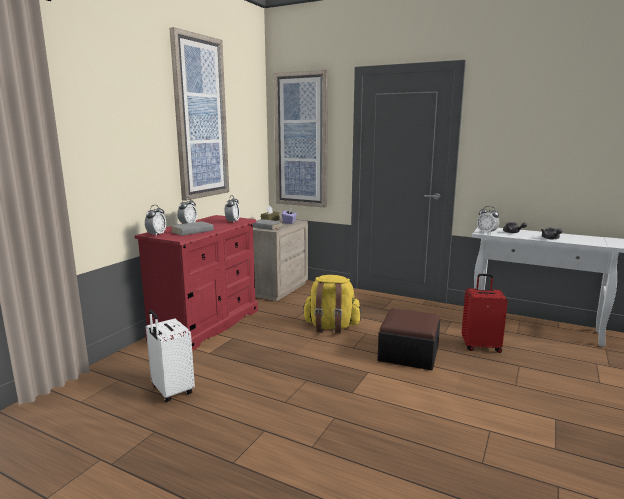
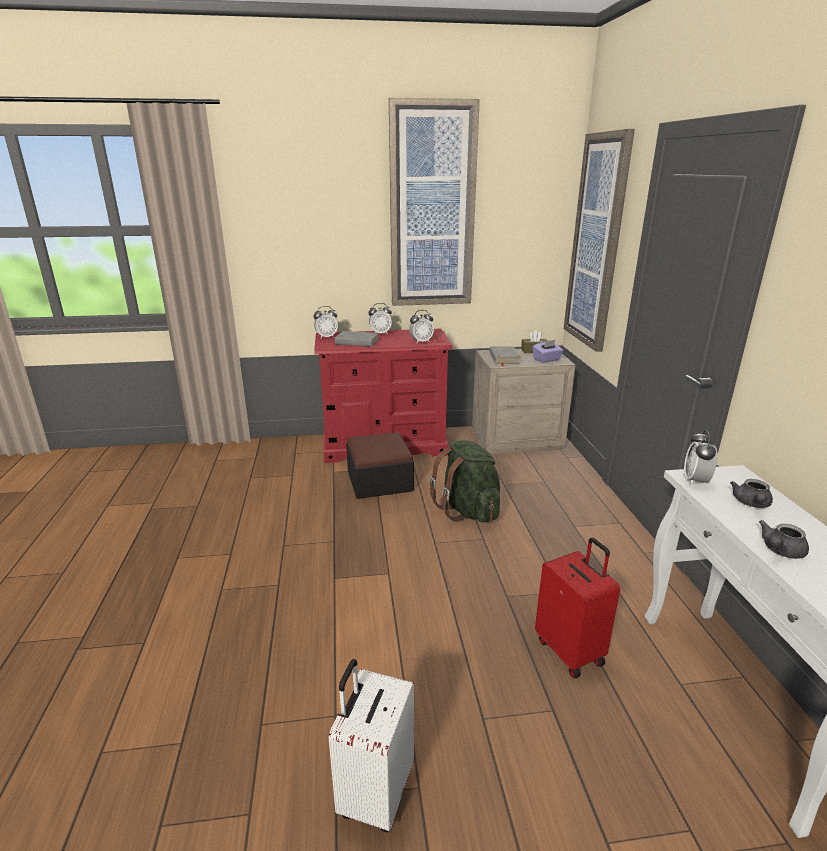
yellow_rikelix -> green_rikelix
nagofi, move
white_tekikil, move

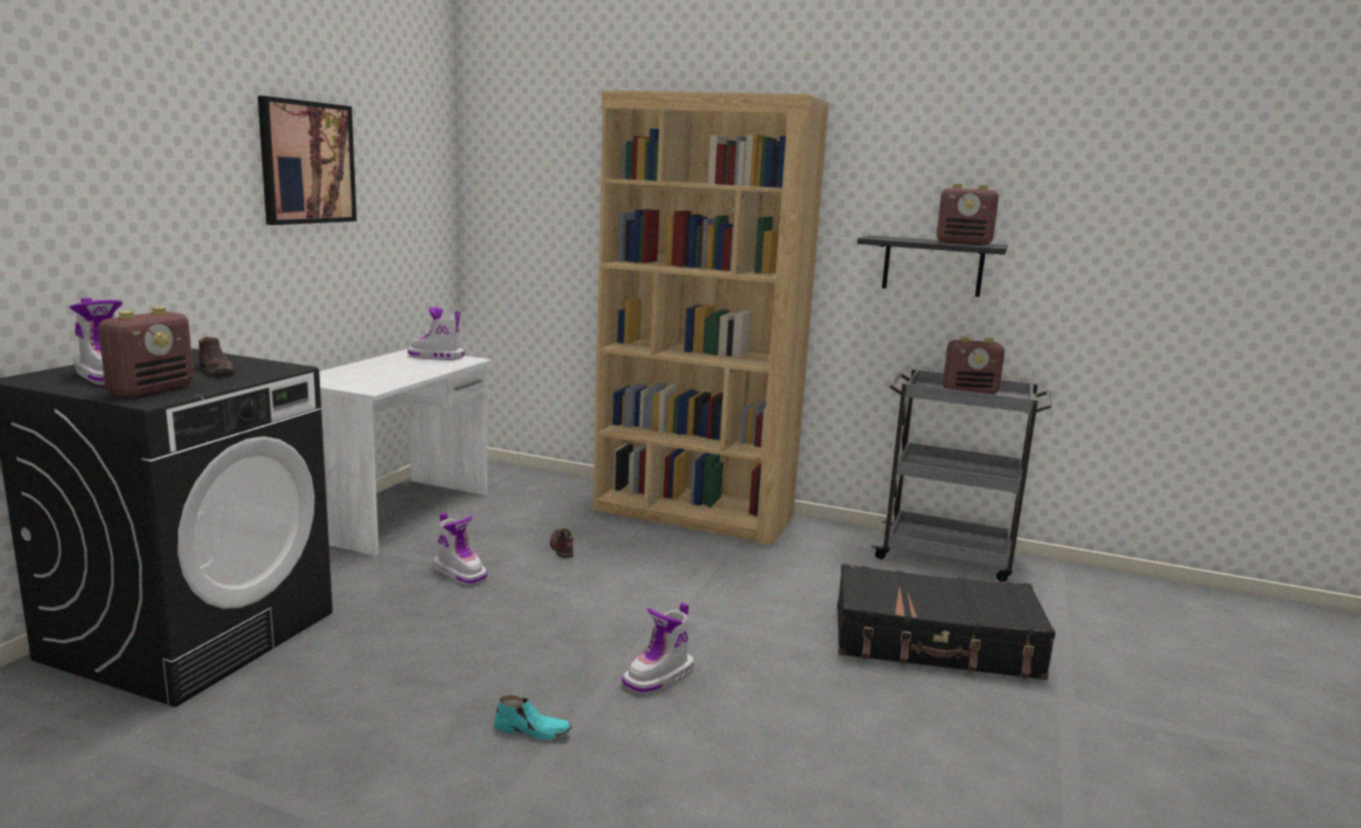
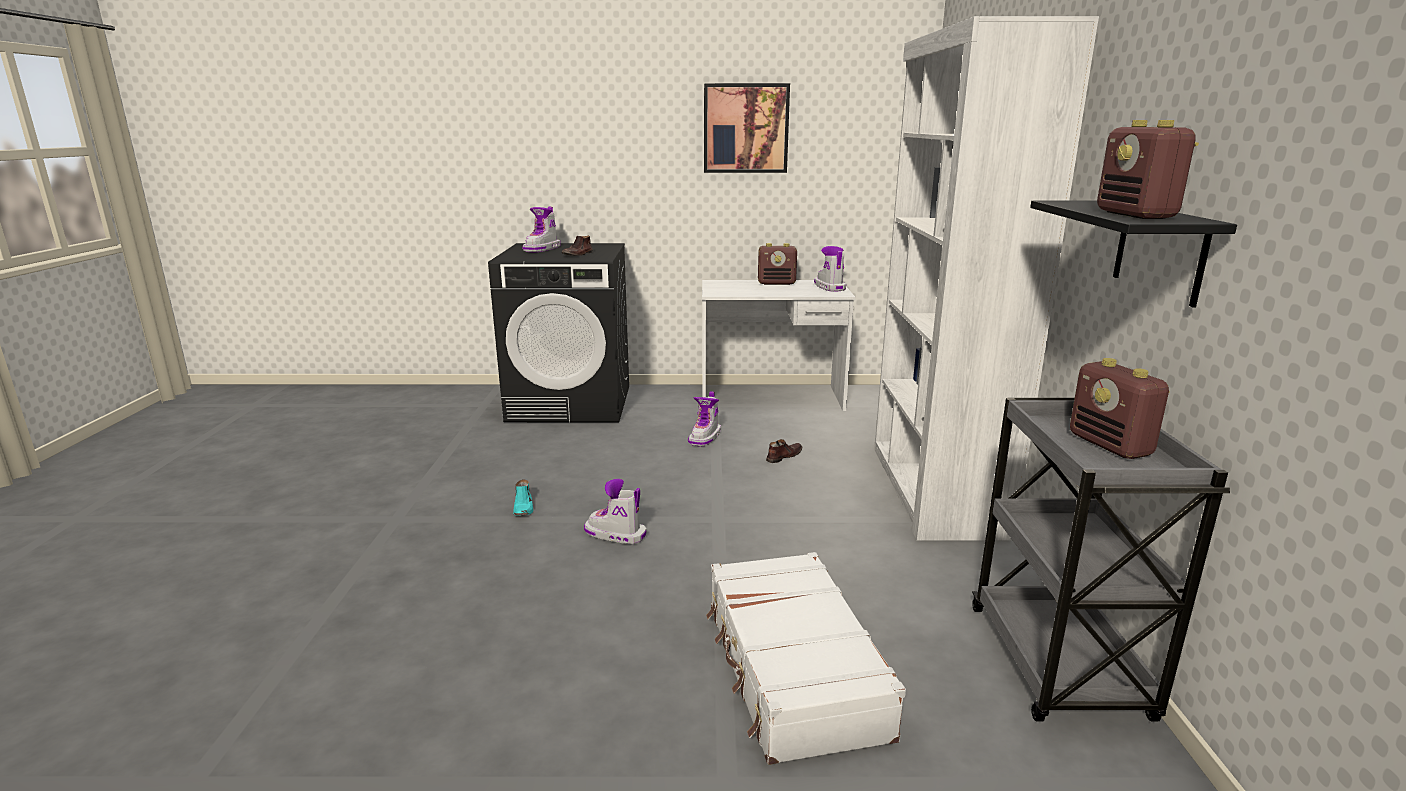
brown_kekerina -> white_kekerina
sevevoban (1st from left), move
black_tekikil -> white_tekikil

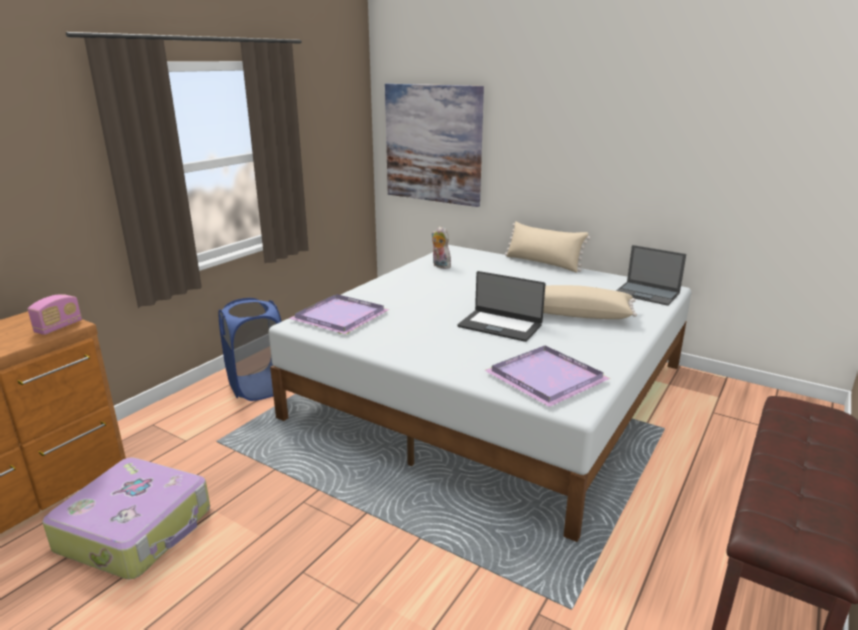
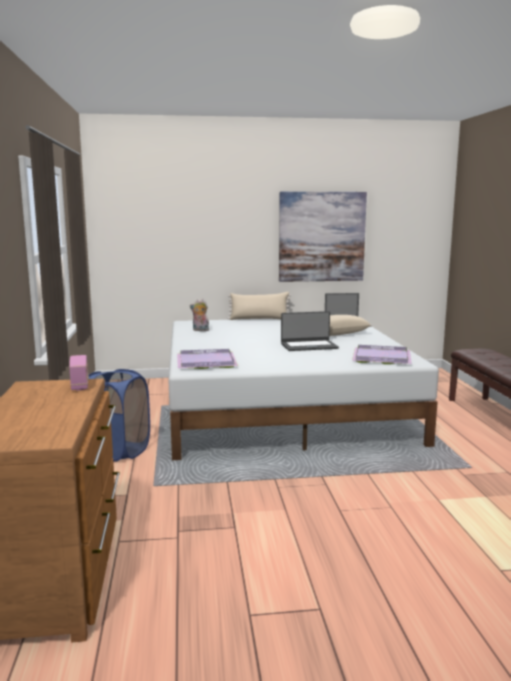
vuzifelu, move
tekikil -> none

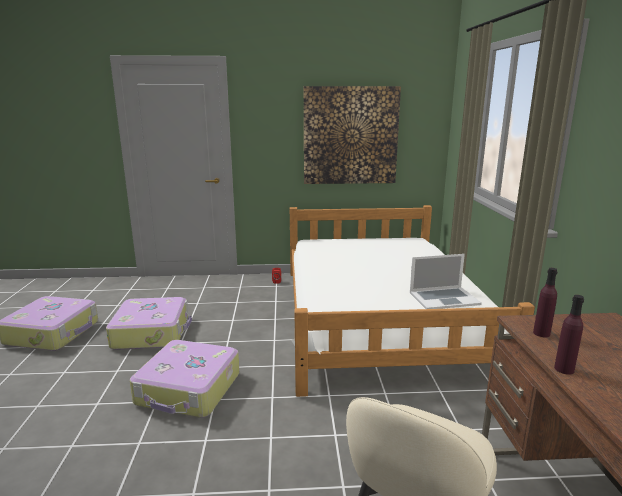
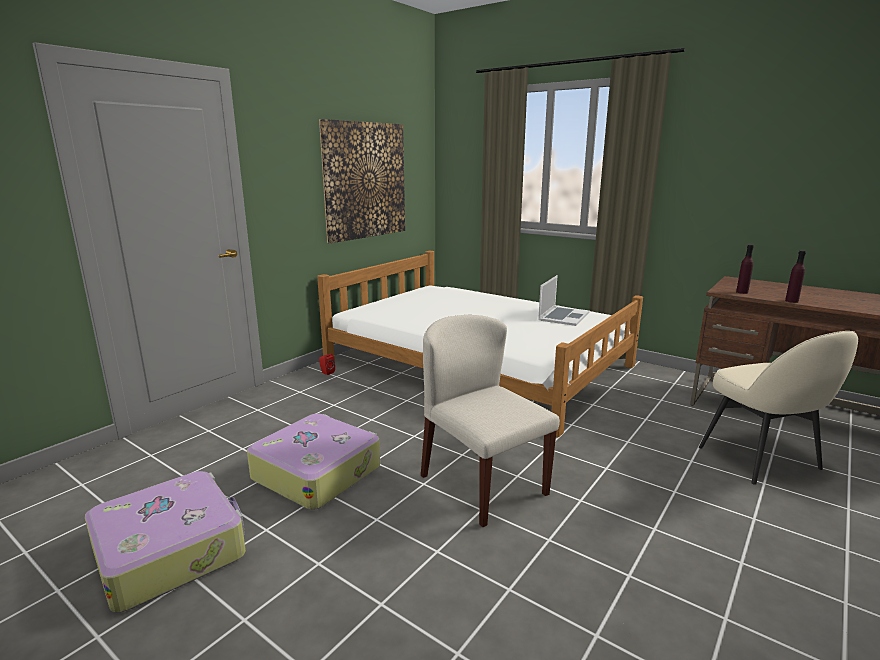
tekikil (3rd from left) -> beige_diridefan (1st from left)

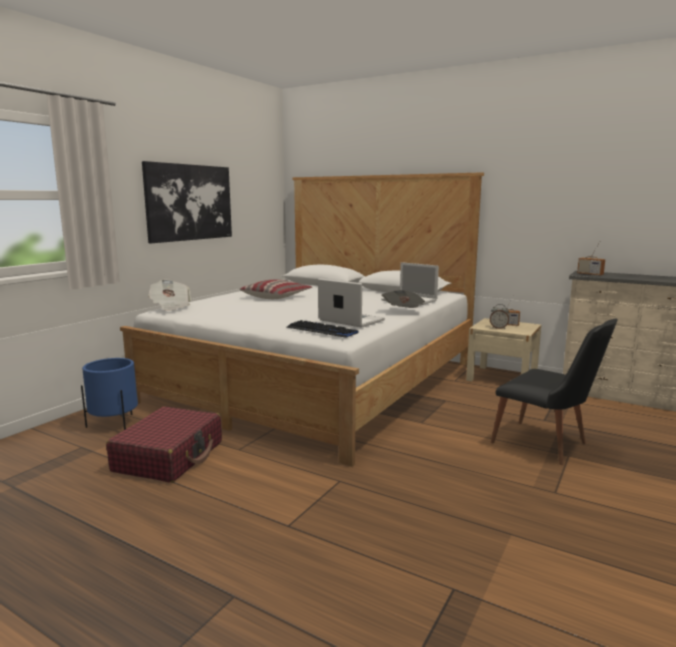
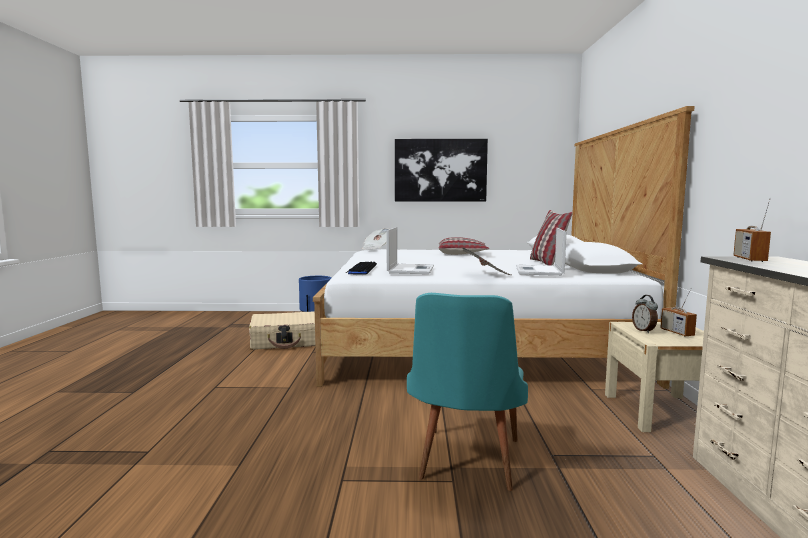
black_diridefan -> turquoise_diridefan
red_tekikil -> beige_tekikil
none -> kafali (2nd from left)

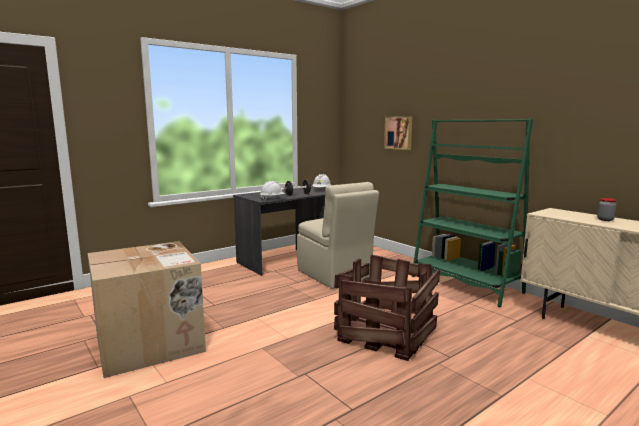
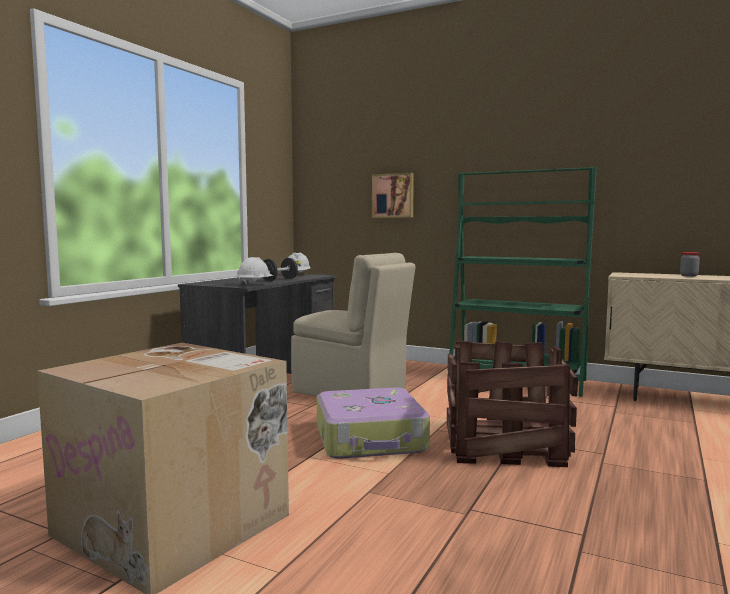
none -> tekikil

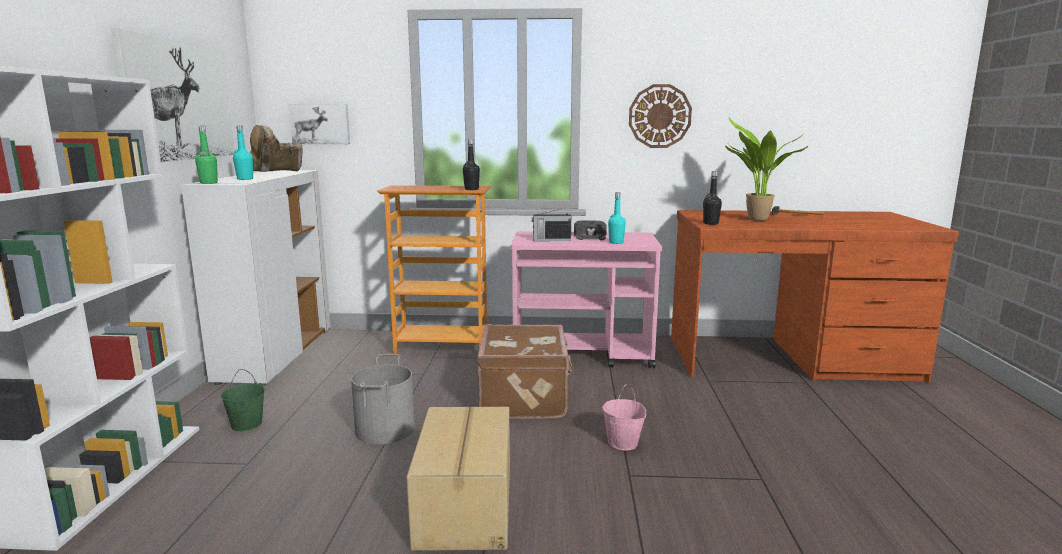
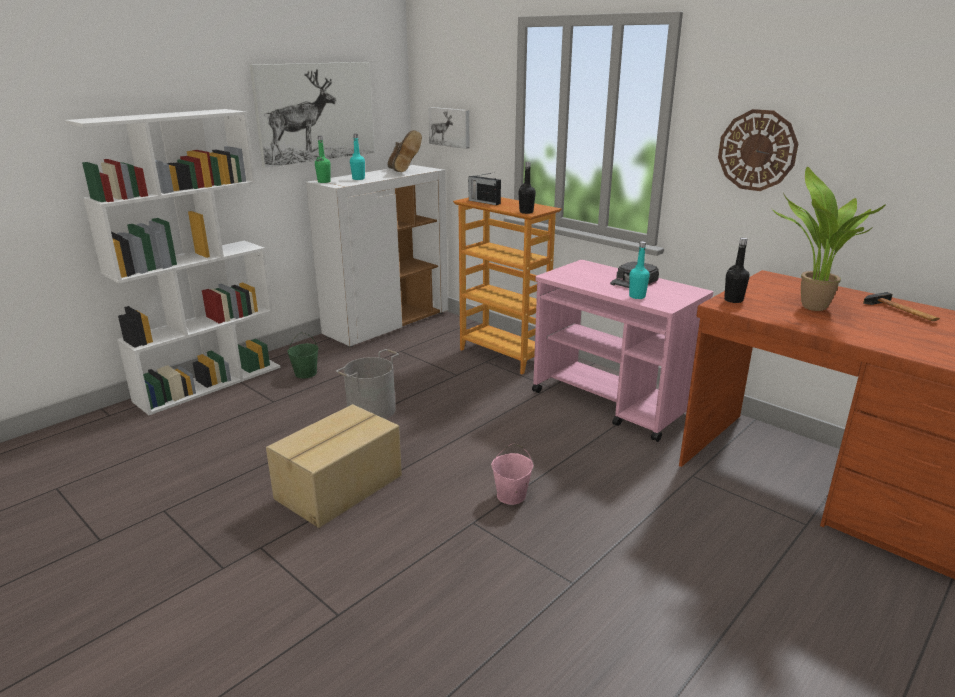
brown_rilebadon, 105 degrees counterclockwise
sevevoban, move
brown_tekikil -> none

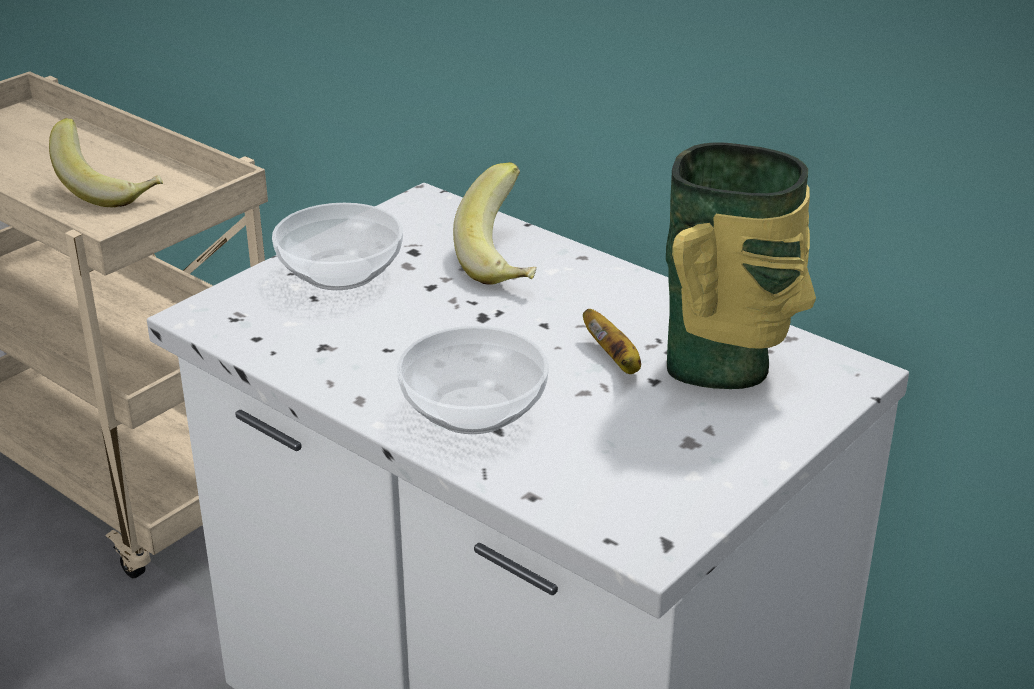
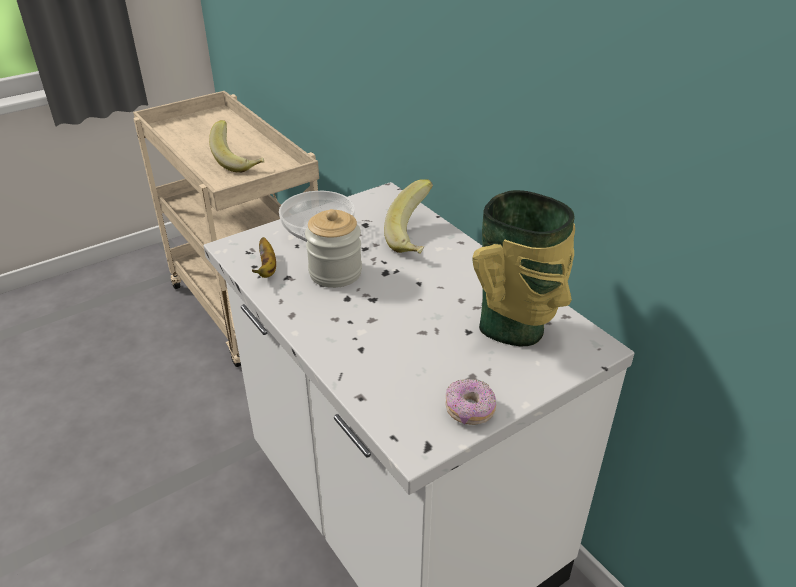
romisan (3rd from left in the first image) -> romisan (2nd from left), move
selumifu (2nd from left) -> none
none -> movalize
none -> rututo

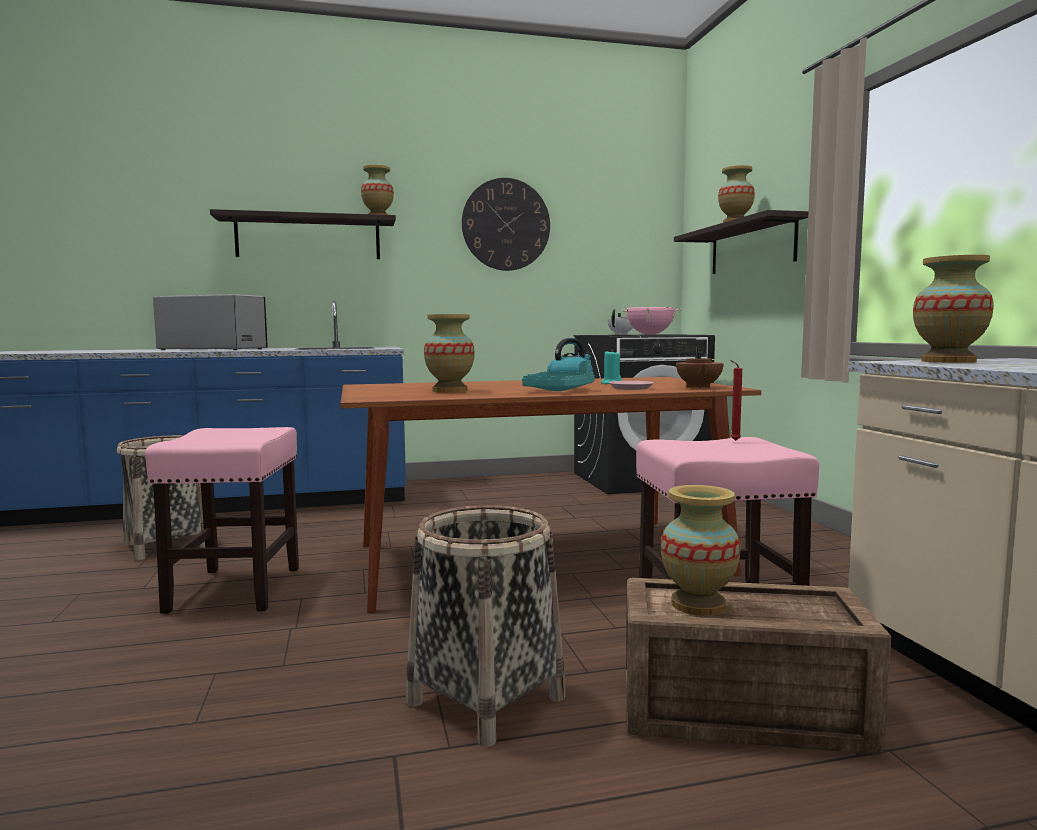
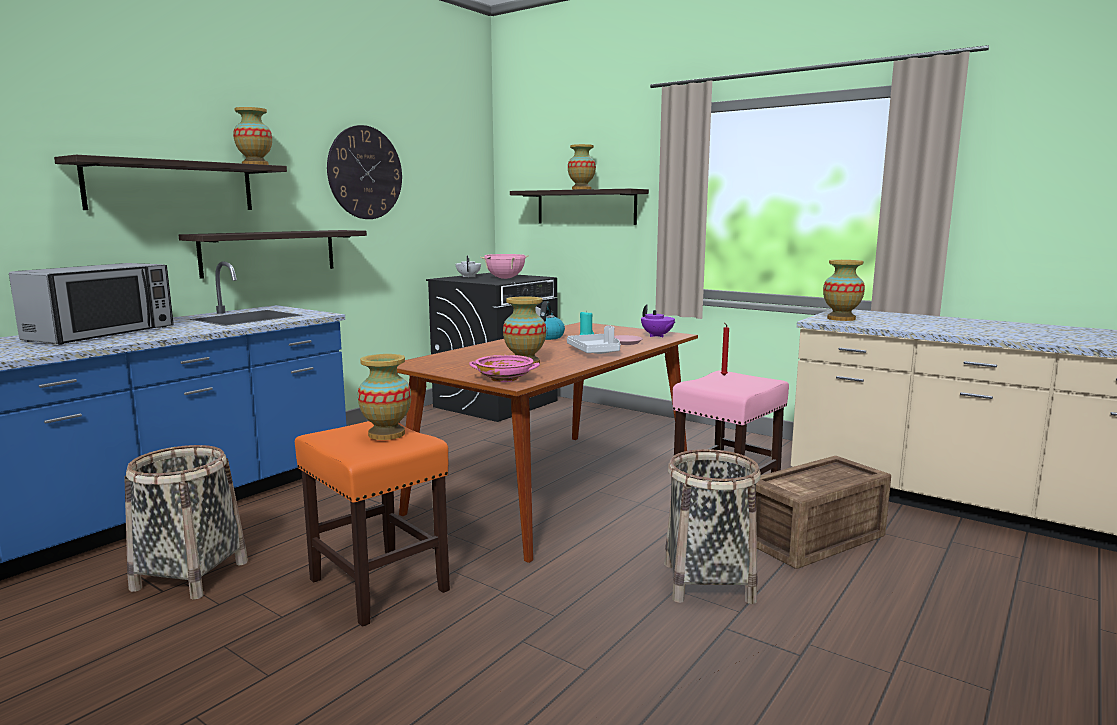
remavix, 135 degrees clockwise
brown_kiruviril -> purple_kiruviril
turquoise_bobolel -> grey_bobolel
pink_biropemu (1st from left) -> orange_biropemu
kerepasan (3rd from left in the first image) -> kerepasan (2nd from left), move
none -> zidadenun (2nd from left)
none -> pink_selumifu

